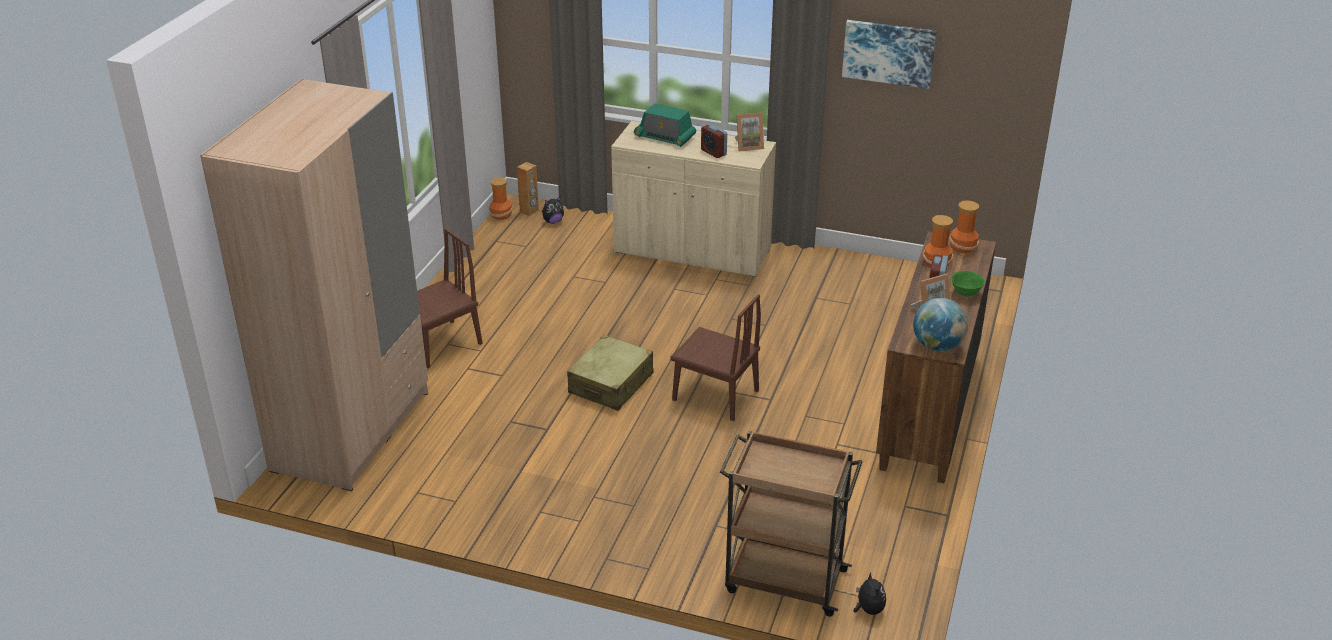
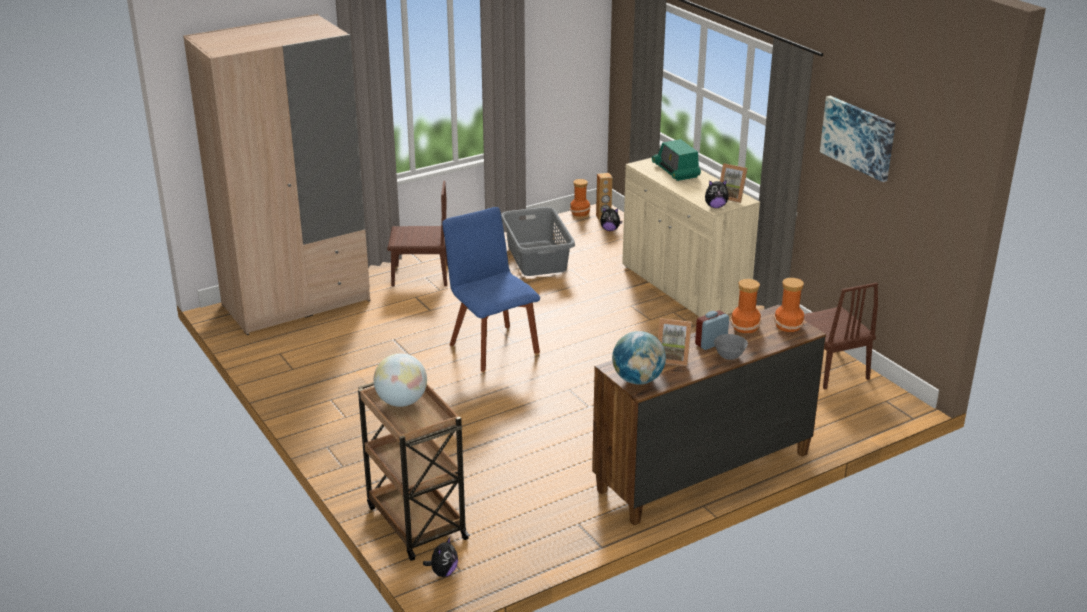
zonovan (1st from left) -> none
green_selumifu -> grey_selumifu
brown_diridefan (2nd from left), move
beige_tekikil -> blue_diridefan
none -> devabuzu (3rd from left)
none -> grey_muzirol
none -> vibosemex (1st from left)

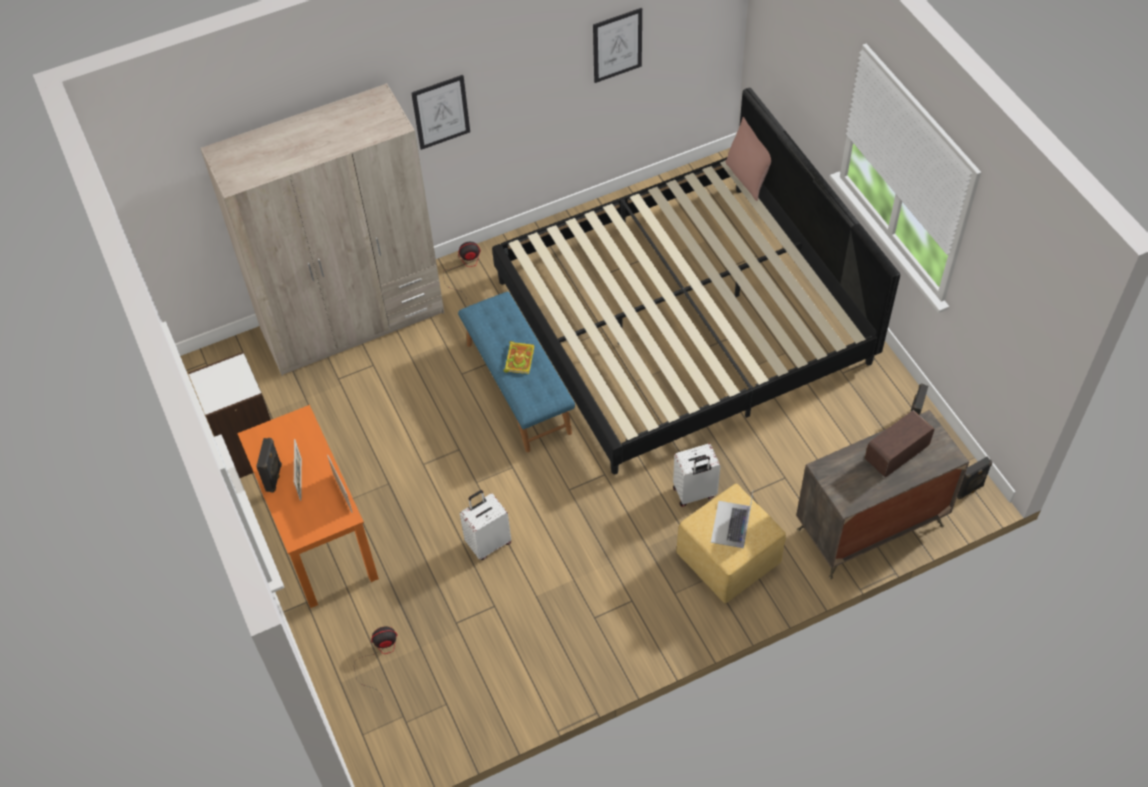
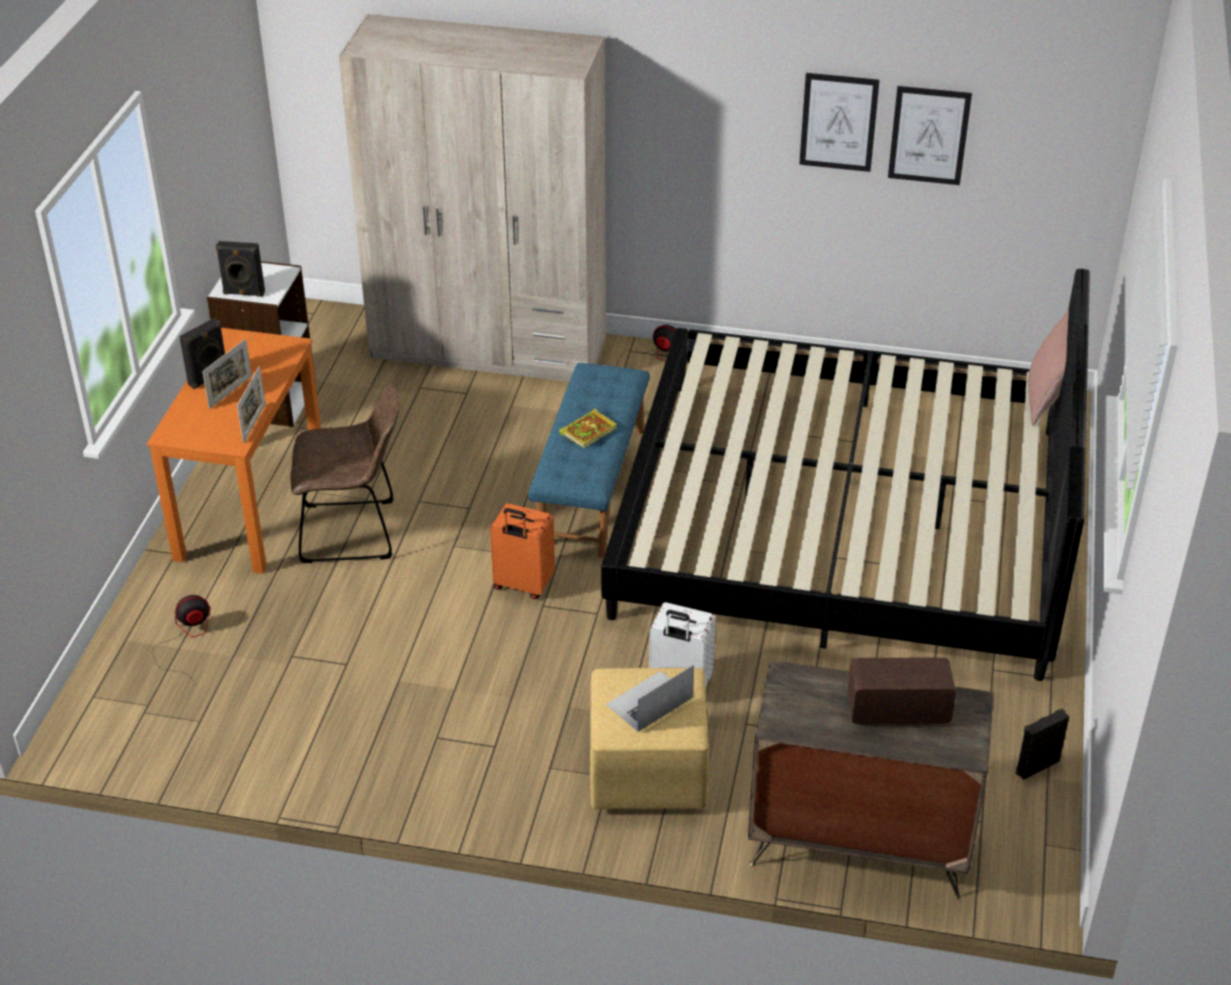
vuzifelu (1st from left), move
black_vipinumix (3rd from left in the first image) -> black_vipinumix (2nd from left), move
white_tekikil (1st from left) -> none
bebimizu (1st from left), 45 degrees counterclockwise
none -> brown_diridefan
none -> orange_tekikil

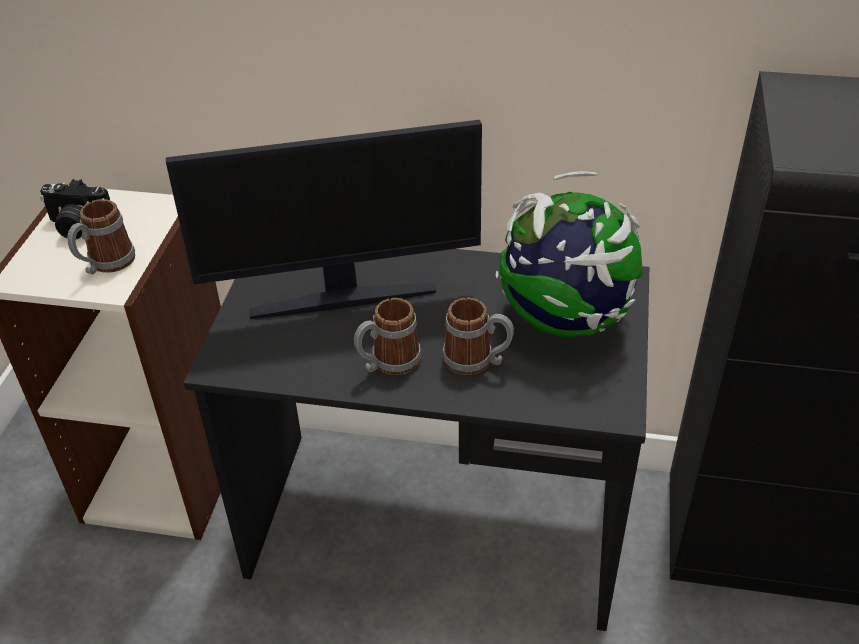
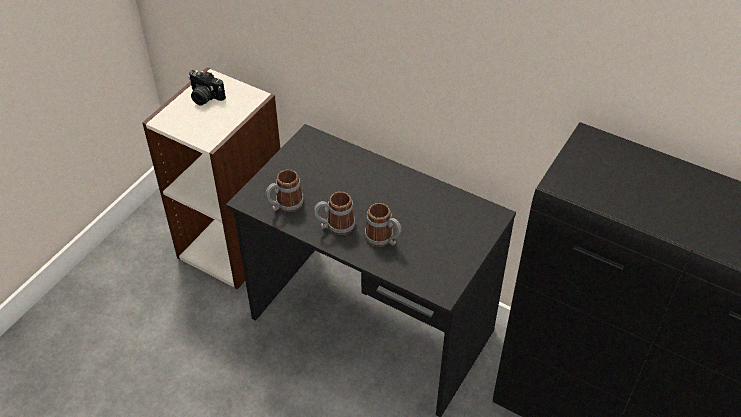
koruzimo -> none
vibosemex -> none
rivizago (1st from left), move

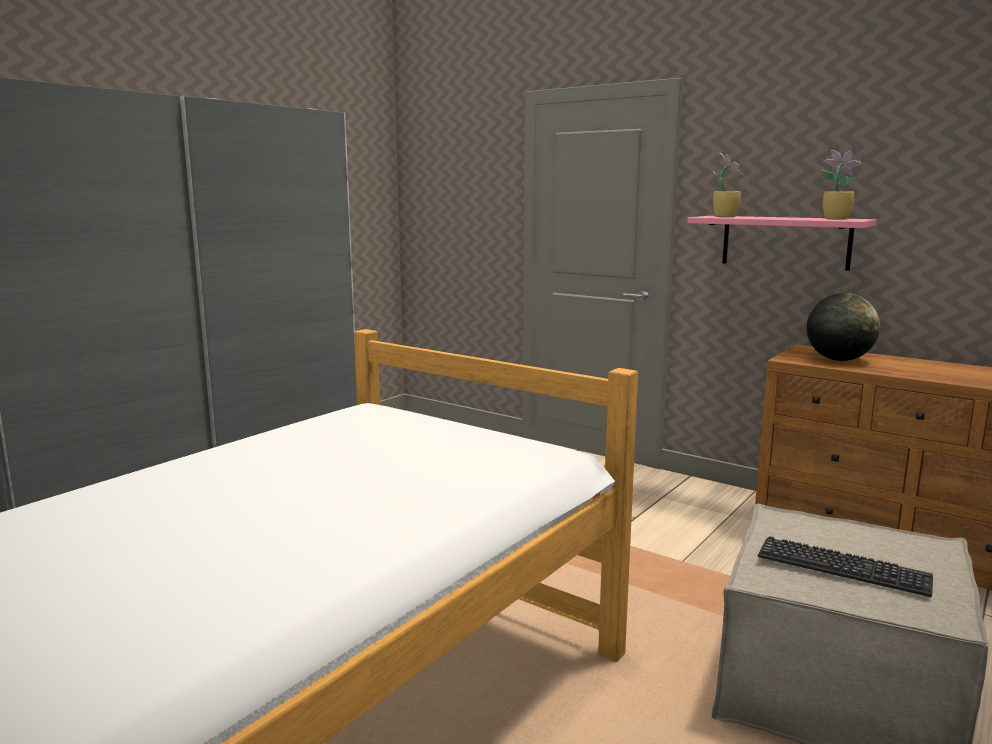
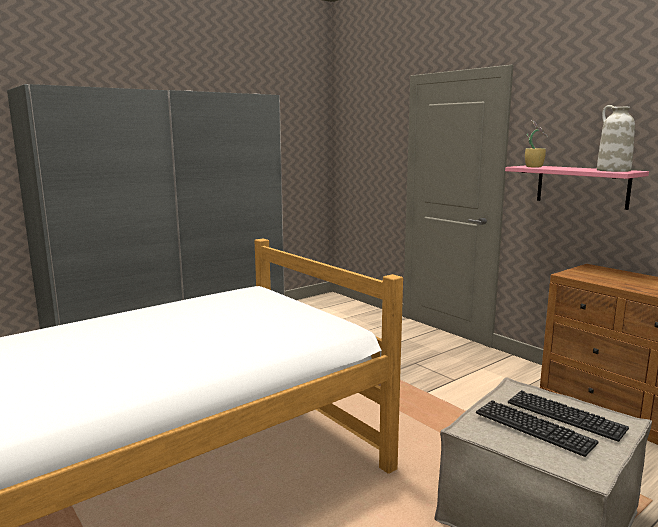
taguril (2nd from left) -> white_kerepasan
vibosemex -> none
none -> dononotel (2nd from left)

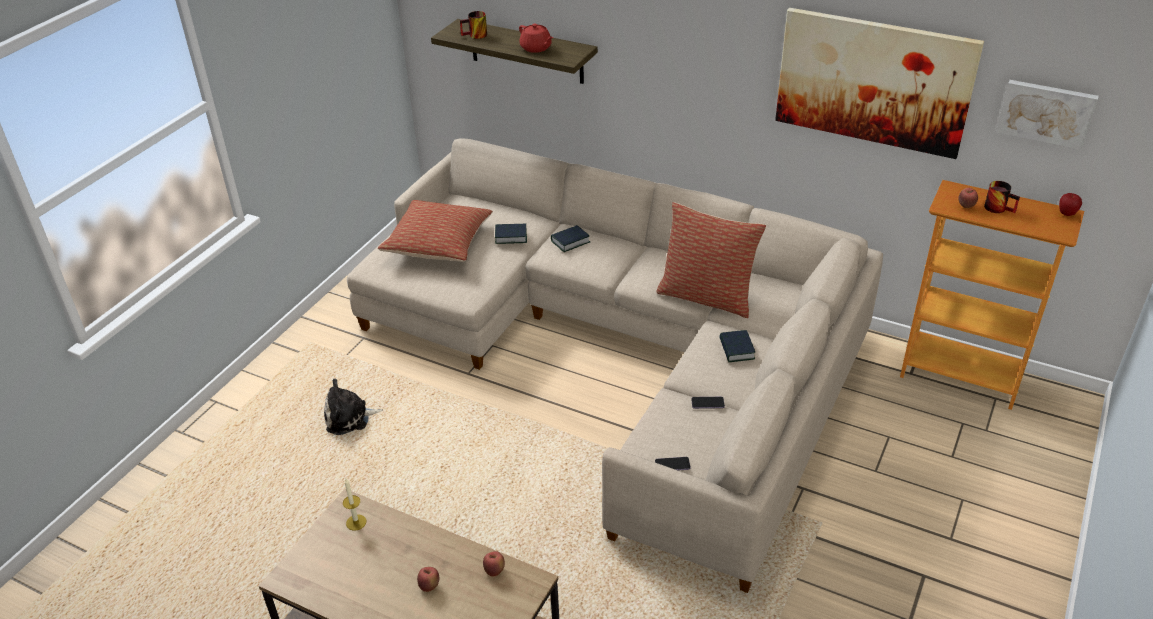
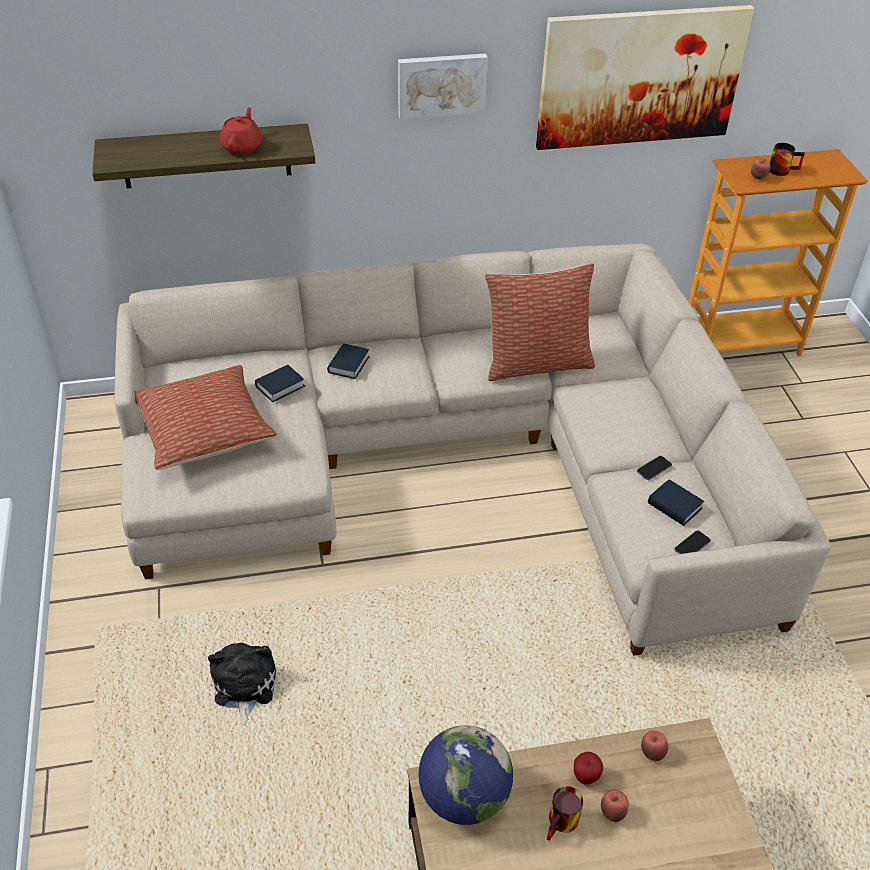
rivizago (1st from left), move
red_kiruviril, 90 degrees counterclockwise
vuzifelu (2nd from left in the first image) -> vuzifelu (1st from left), move
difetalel (4th from left in the first image) -> difetalel (1st from left), move
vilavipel (3rd from left), move
devabuzu, 135 degrees clockwise
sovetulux -> vibosemex

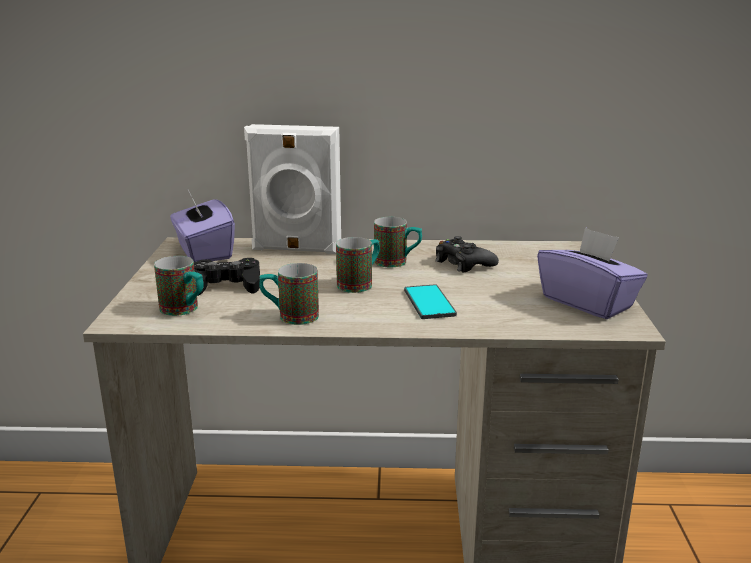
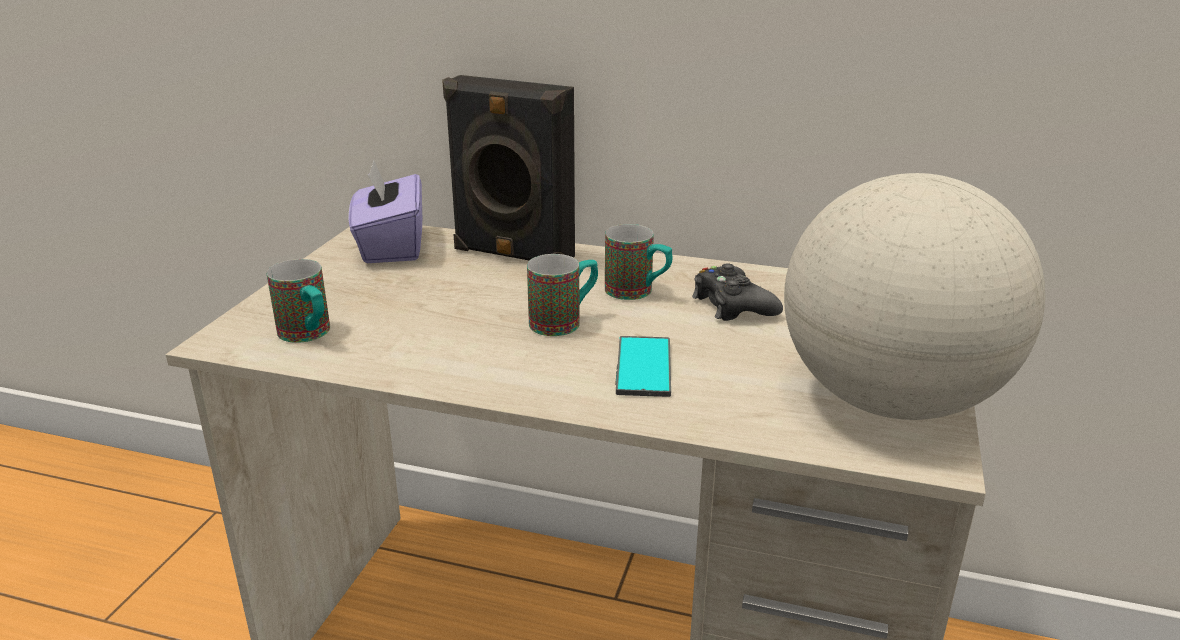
white_vipinumix -> black_vipinumix
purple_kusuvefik (2nd from left) -> vibosemex
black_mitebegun (1st from left) -> none
rivizago (2nd from left) -> none

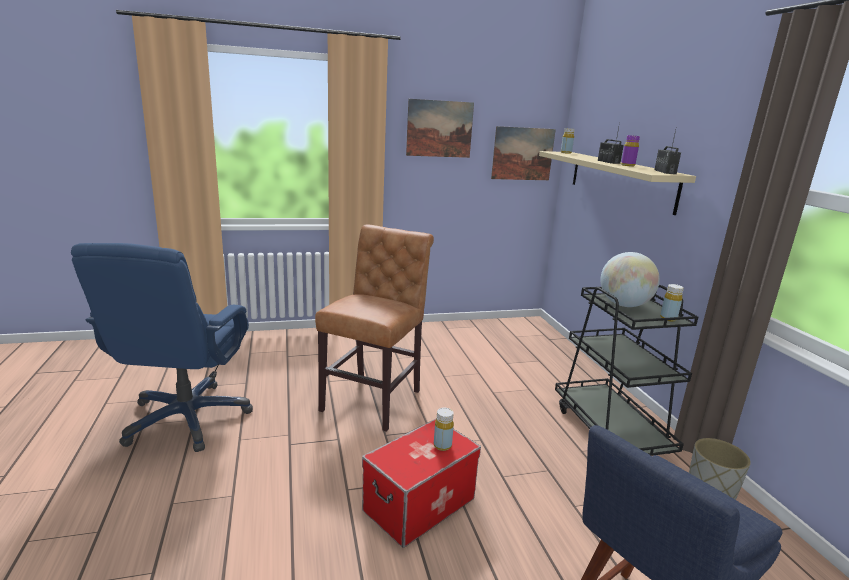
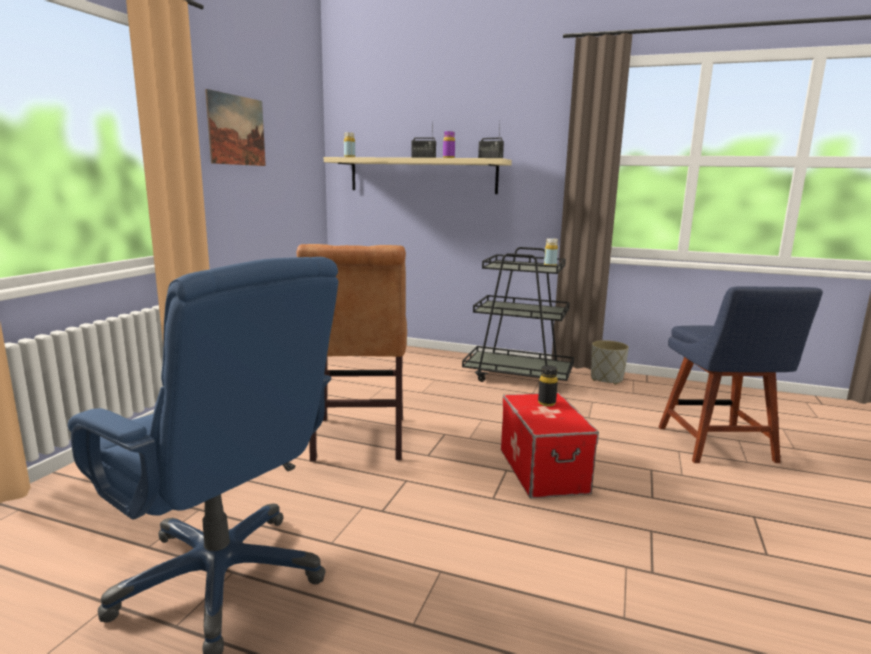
vuzifelu (2nd from left) -> none
brown_diridefan, 150 degrees counterclockwise
vibosemex -> none
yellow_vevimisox (1st from left) -> black_vevimisox

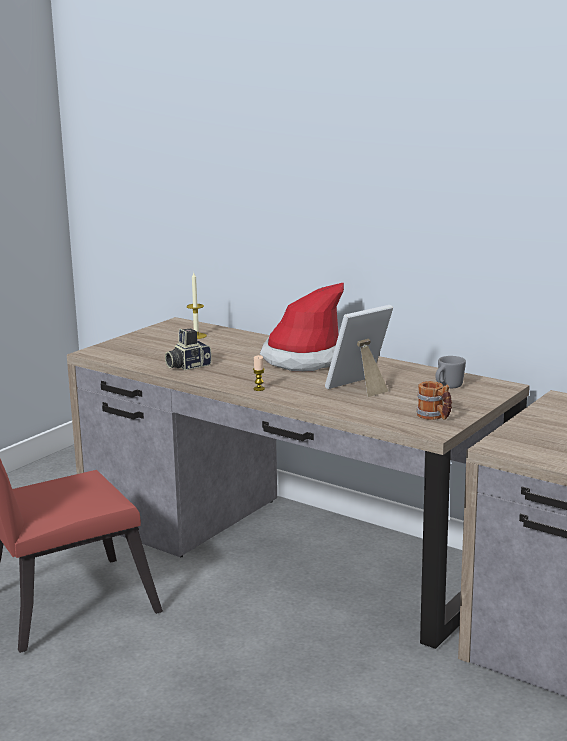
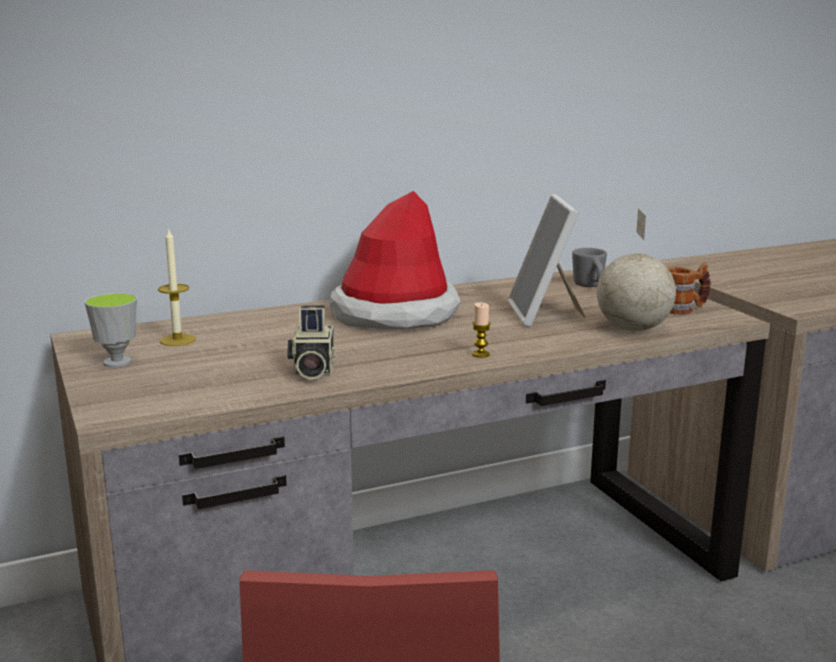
none -> vibosemex
none -> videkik

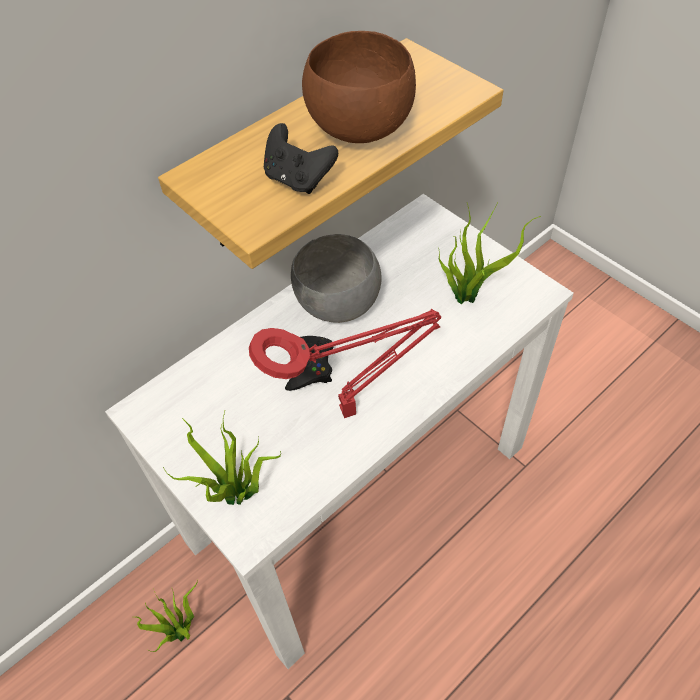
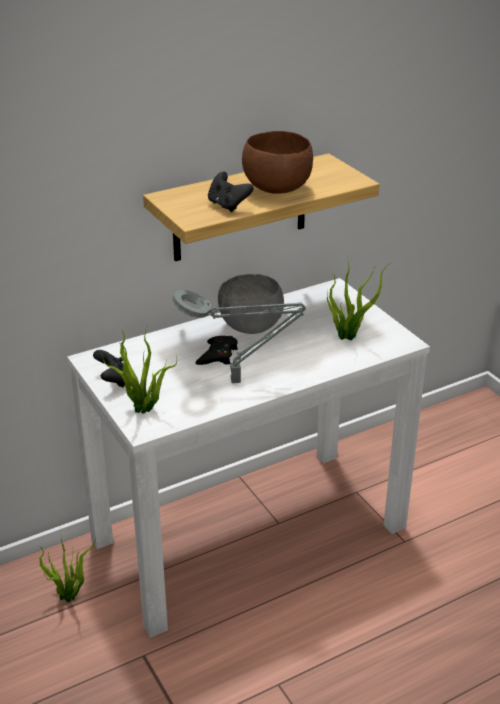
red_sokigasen -> grey_sokigasen
none -> black_mitebegun (1st from left)

